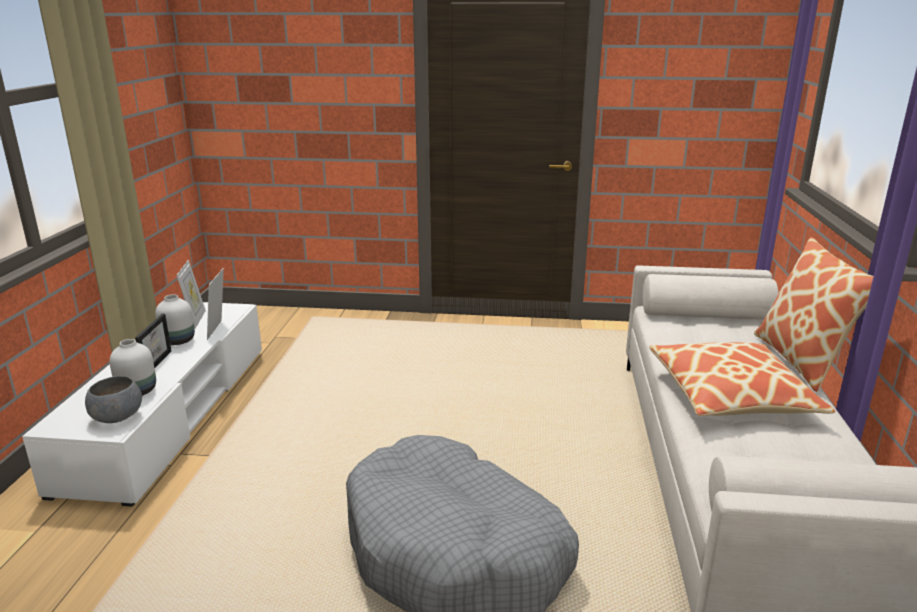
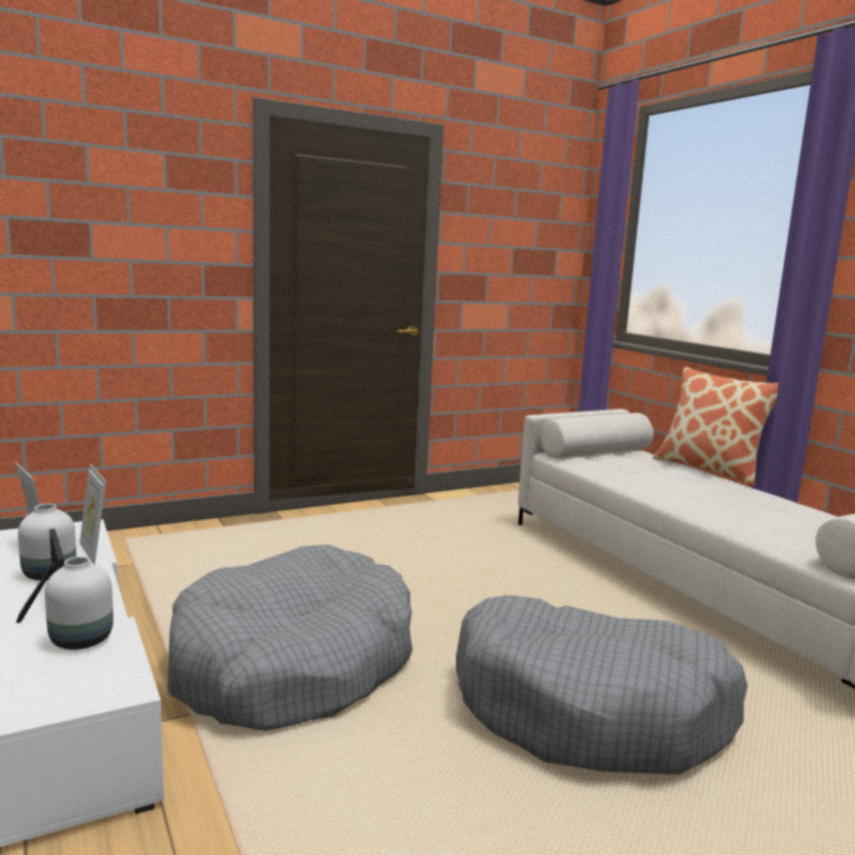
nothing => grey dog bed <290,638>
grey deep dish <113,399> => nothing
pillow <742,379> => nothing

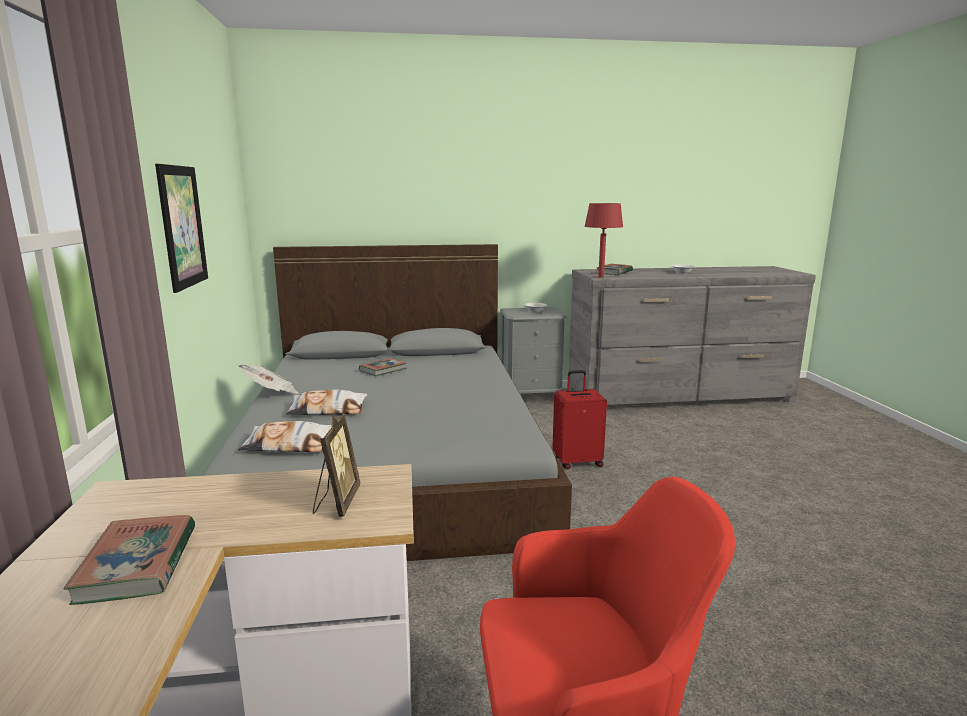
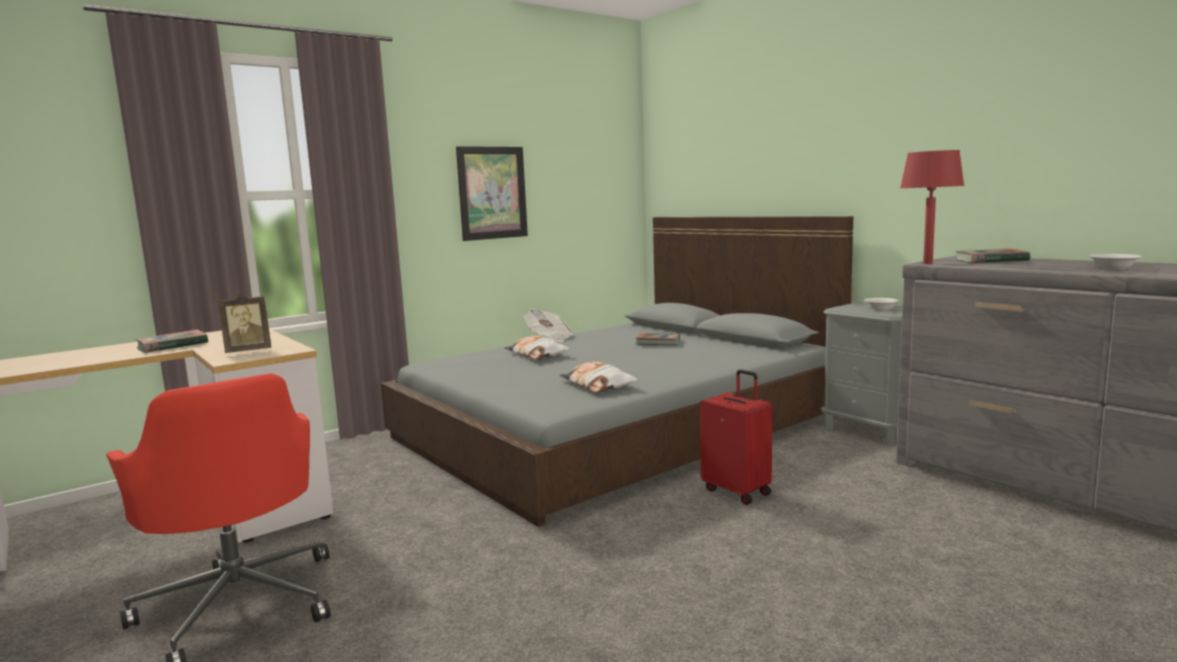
pillow <285,436> => pillow <598,377>, move

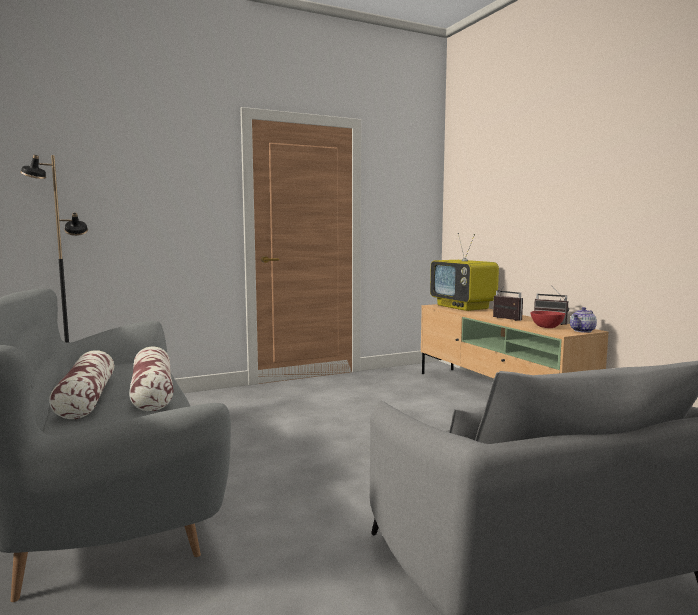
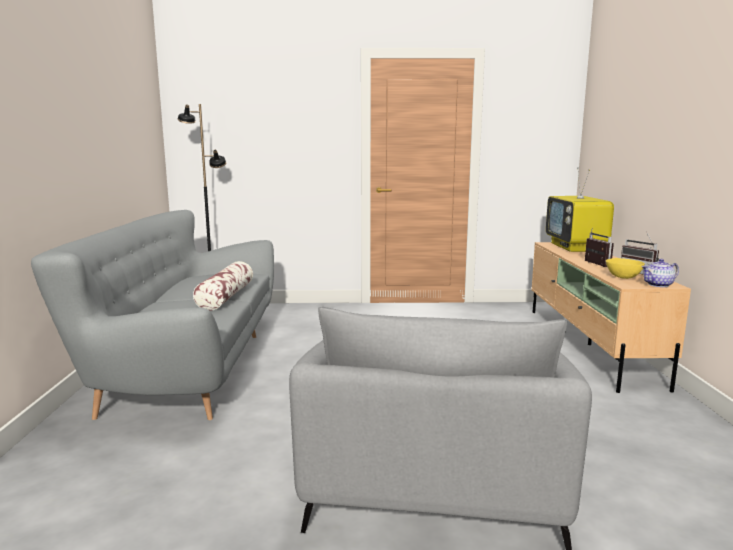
red-coloured deep dish <547,319> => yellowish deep dish <625,268>
pillow <81,384> => nothing

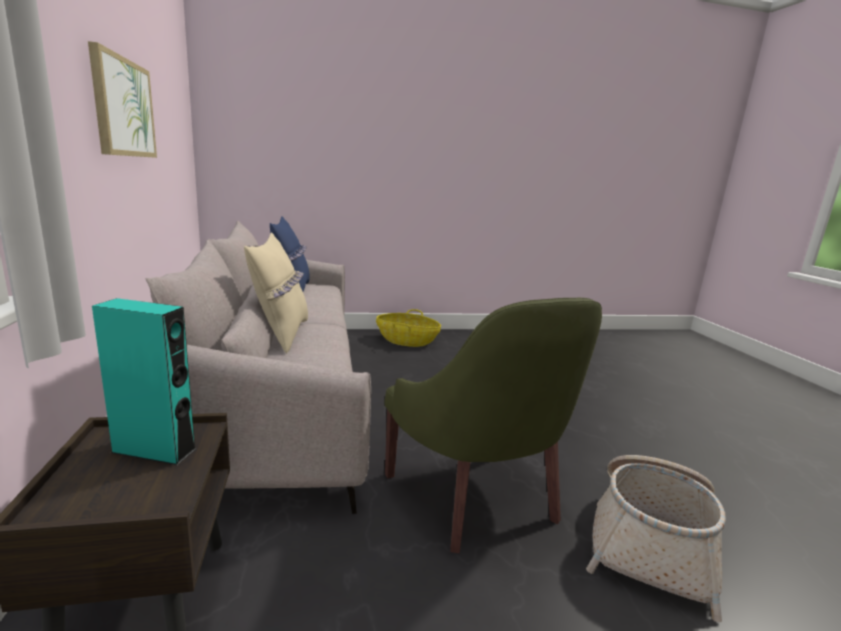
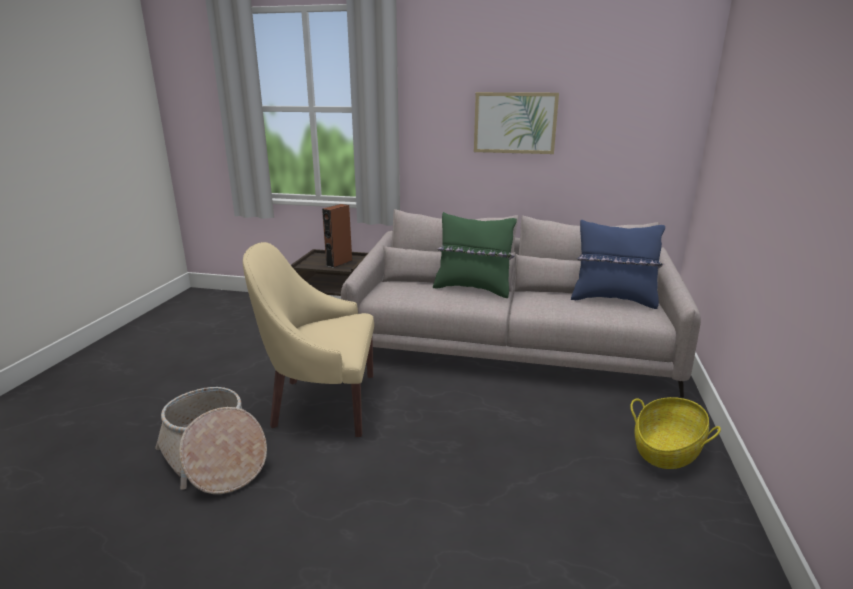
greenish lounge chair <493,425> => beige lounge chair <308,339>
turquoise speaker <144,381> => brown speaker <337,236>
beige pillow <276,293> => greenish pillow <475,255>

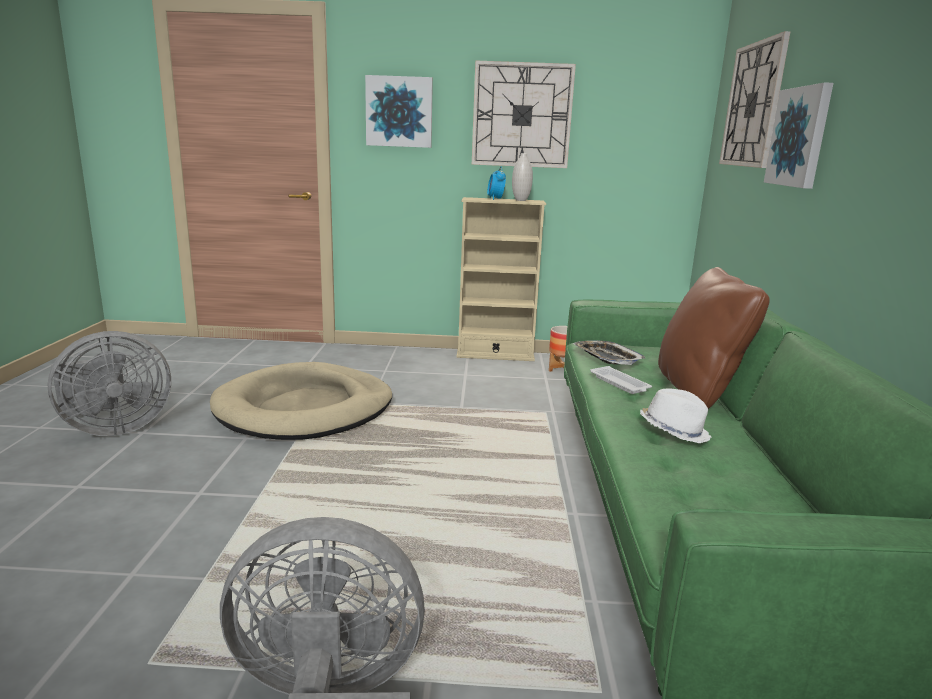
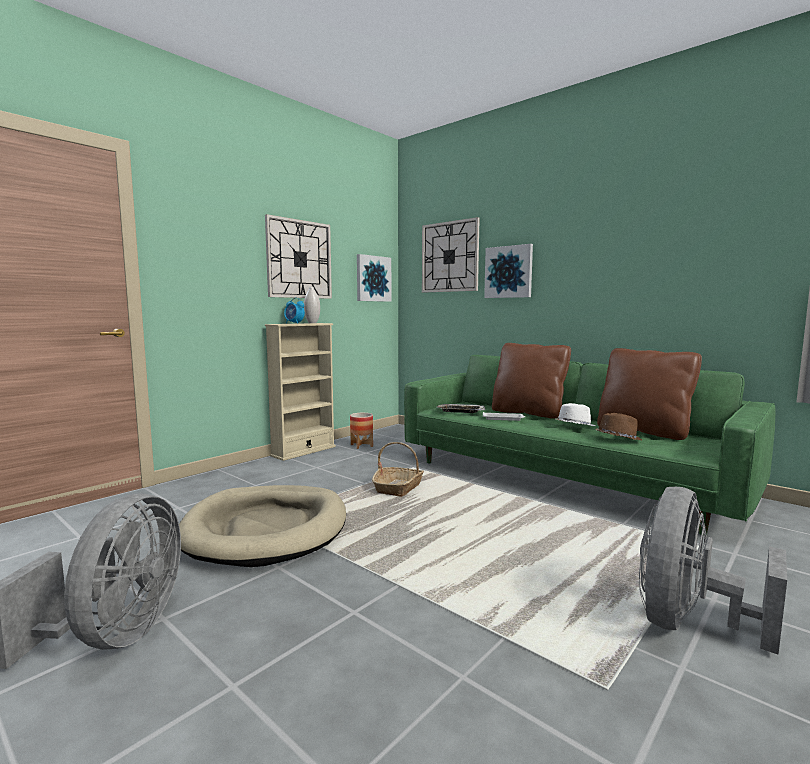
wall picture <399,111> => wall picture <374,278>, move
nothing => storage basket <398,469>
nothing => brown wearable hat <618,426>
nothing => brown pillow <649,394>

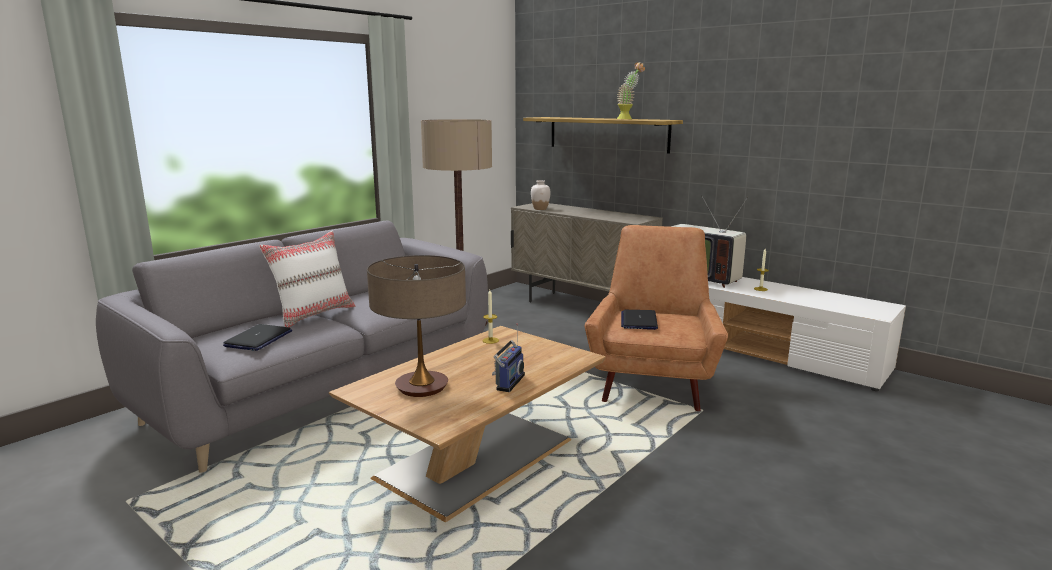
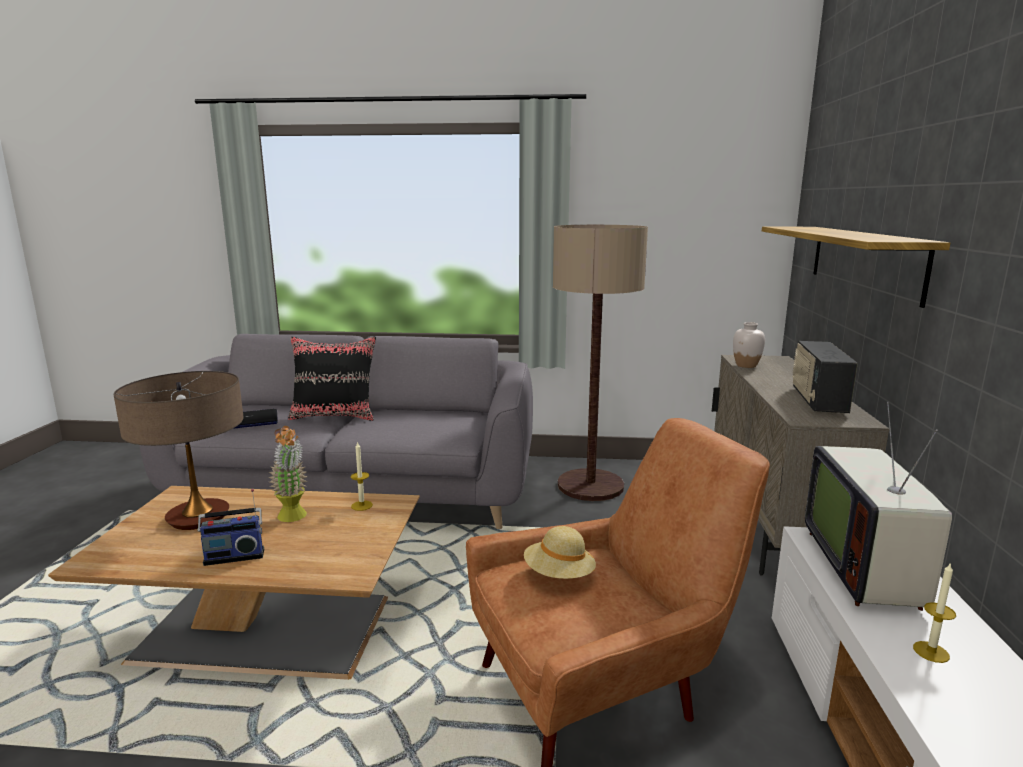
houseplant <631,90> => houseplant <288,474>, move
whitish pillow <307,279> => blackish pillow <332,379>
notebook computer <639,320> => beige wearable hat <560,552>
nothing => radio set <824,377>

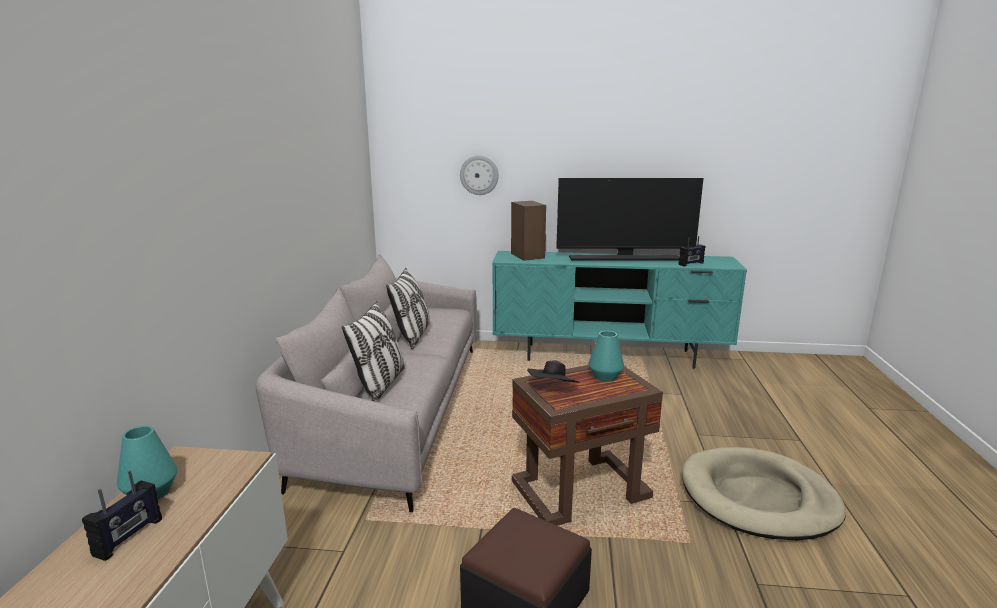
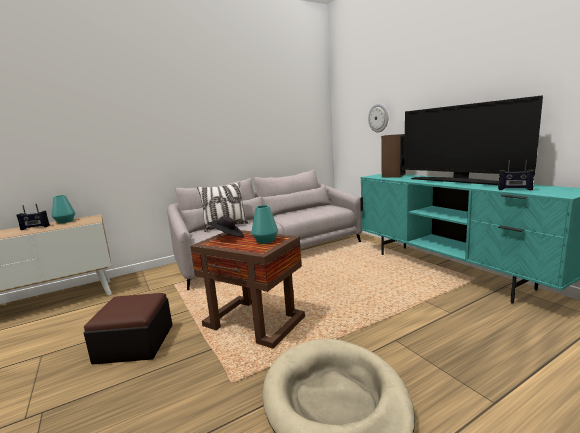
pillow <408,308> => nothing

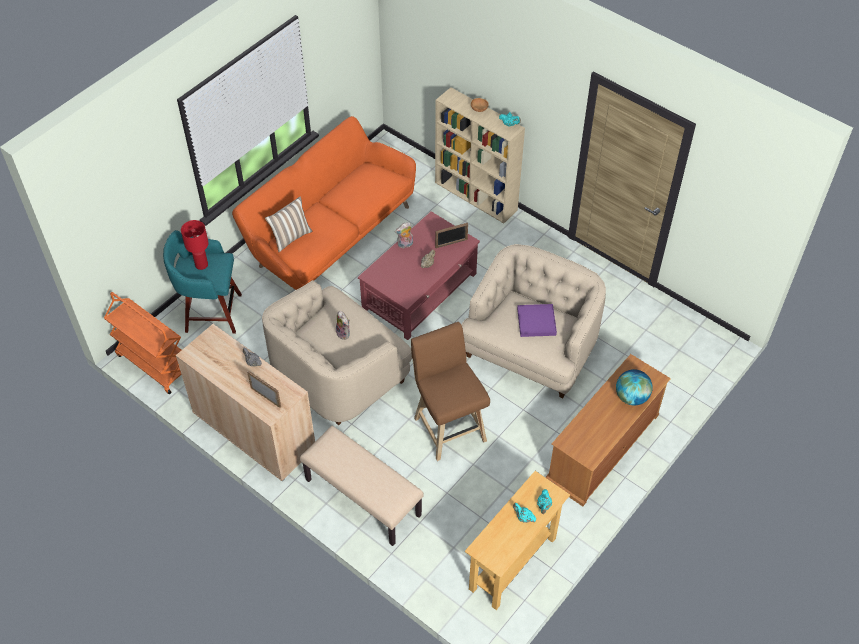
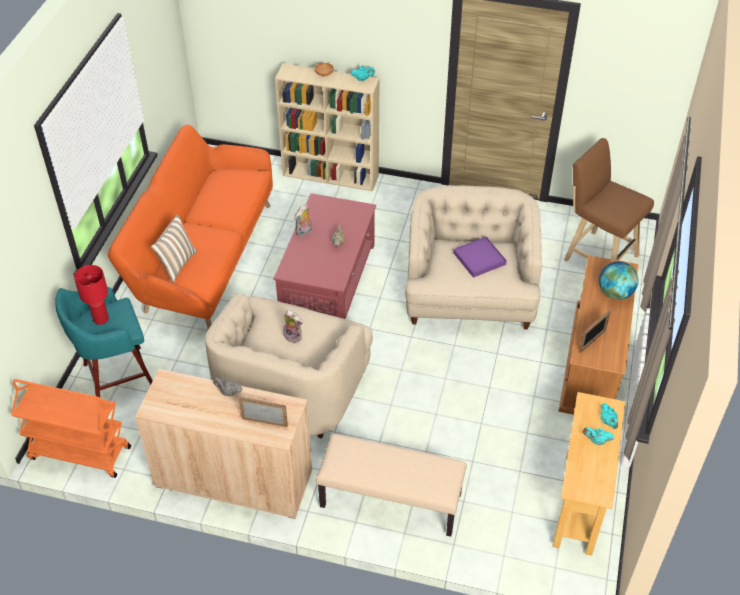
brown stool <450,391> => brown stool <609,200>, move
standing frame <451,235> => standing frame <595,331>, move

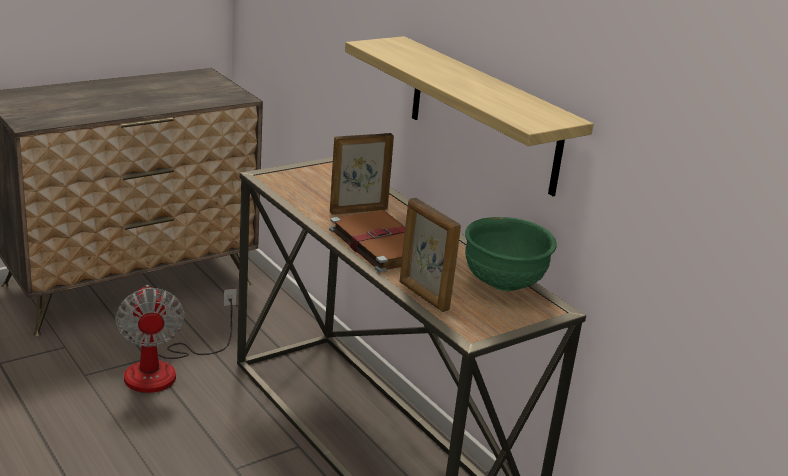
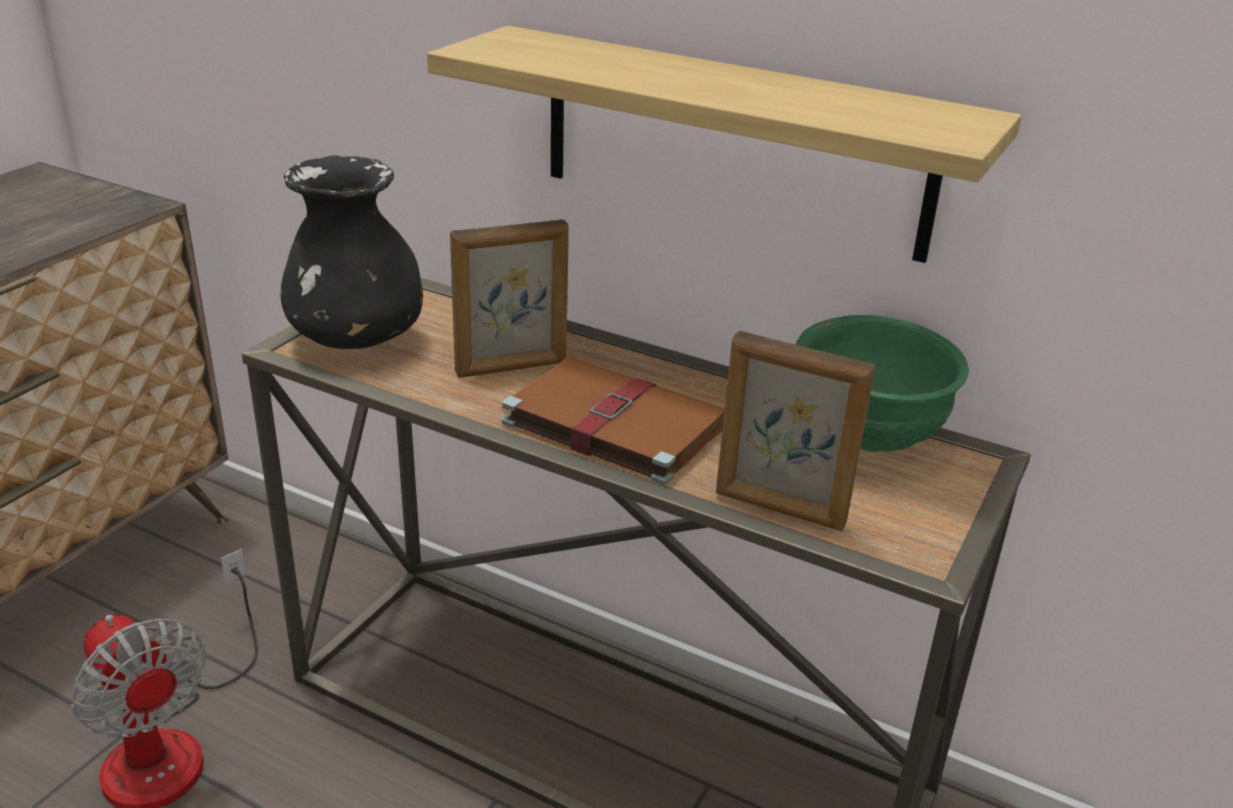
nothing => blackish flower vase <351,252>
standing frame <362,174> => standing frame <509,299>, 150 degrees counterclockwise

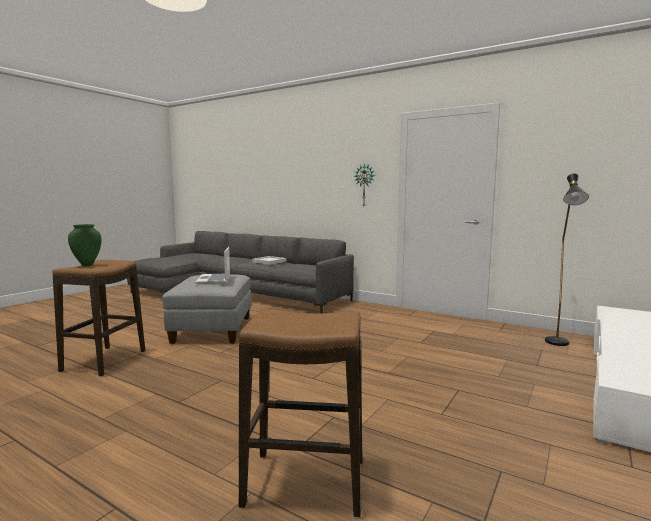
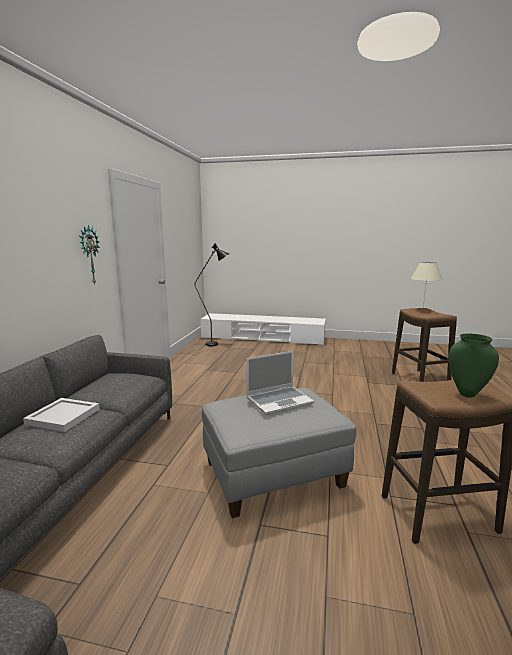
nothing => beige tabletop lamp <426,284>

